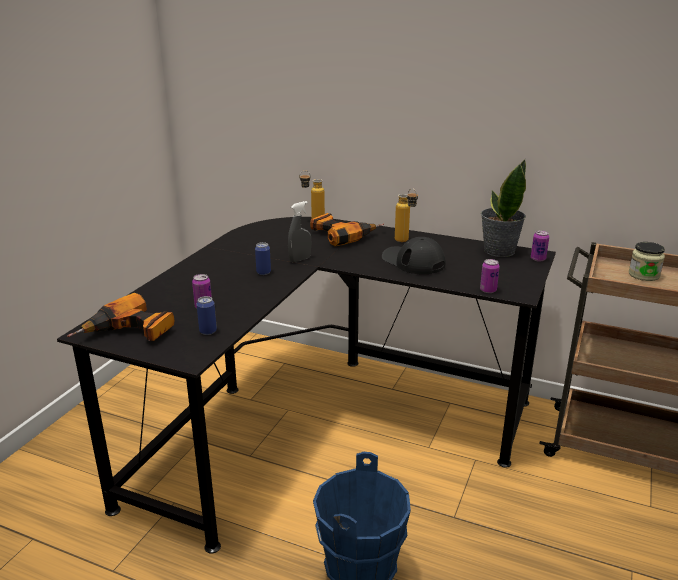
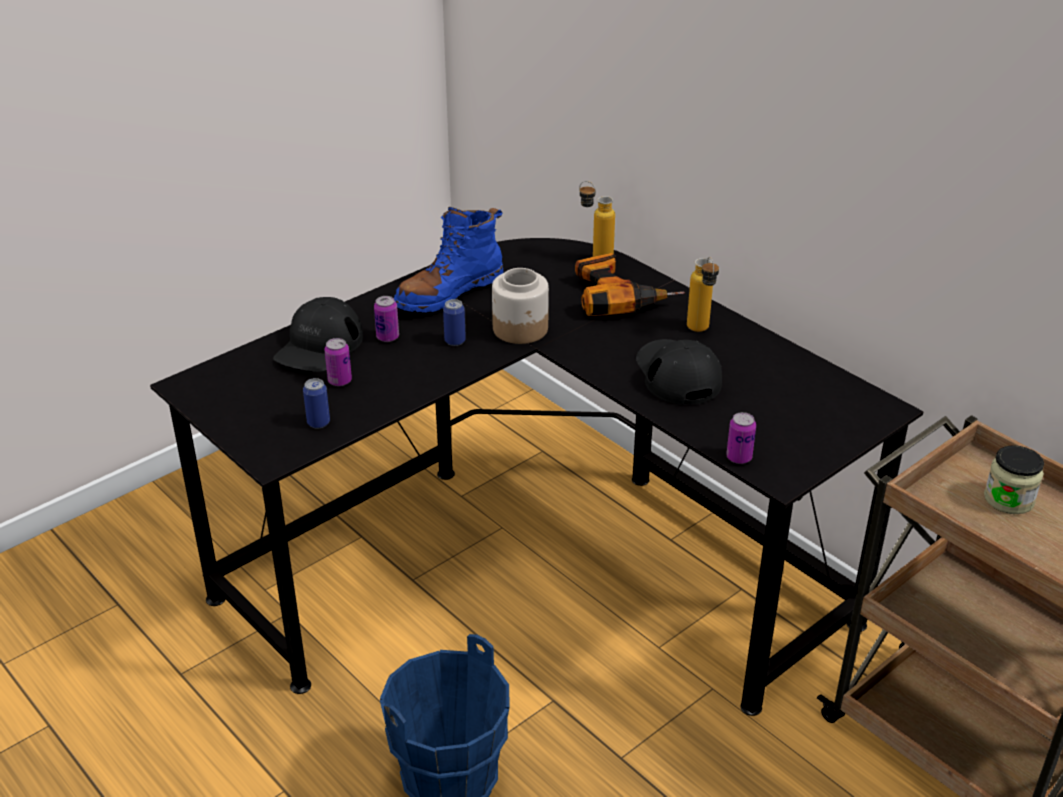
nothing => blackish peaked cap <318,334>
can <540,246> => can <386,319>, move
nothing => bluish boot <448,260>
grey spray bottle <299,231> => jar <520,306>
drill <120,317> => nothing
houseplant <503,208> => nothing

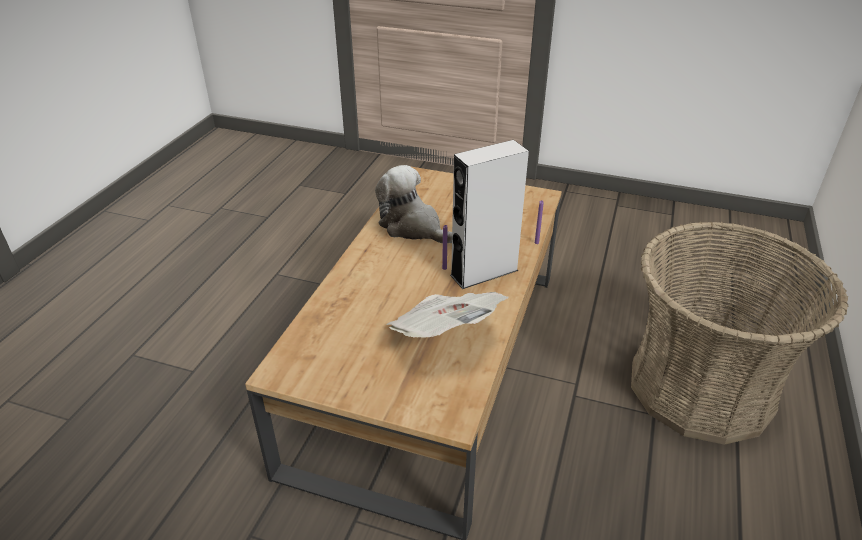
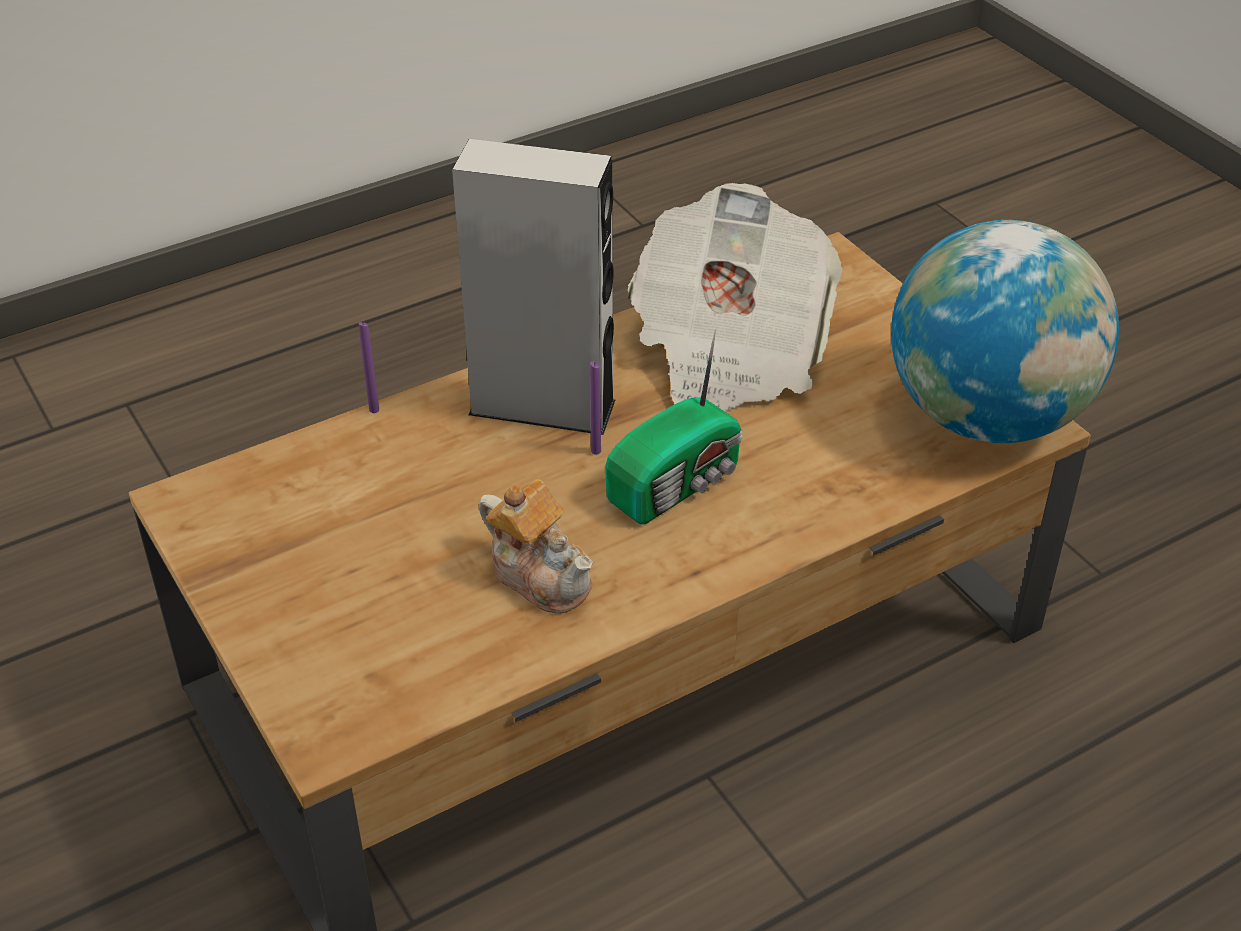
plush toy <413,204> => pot for tea <536,546>
nothing => radio set <674,426>
nothing => desk globe <1005,331>
storage basket <740,333> => nothing

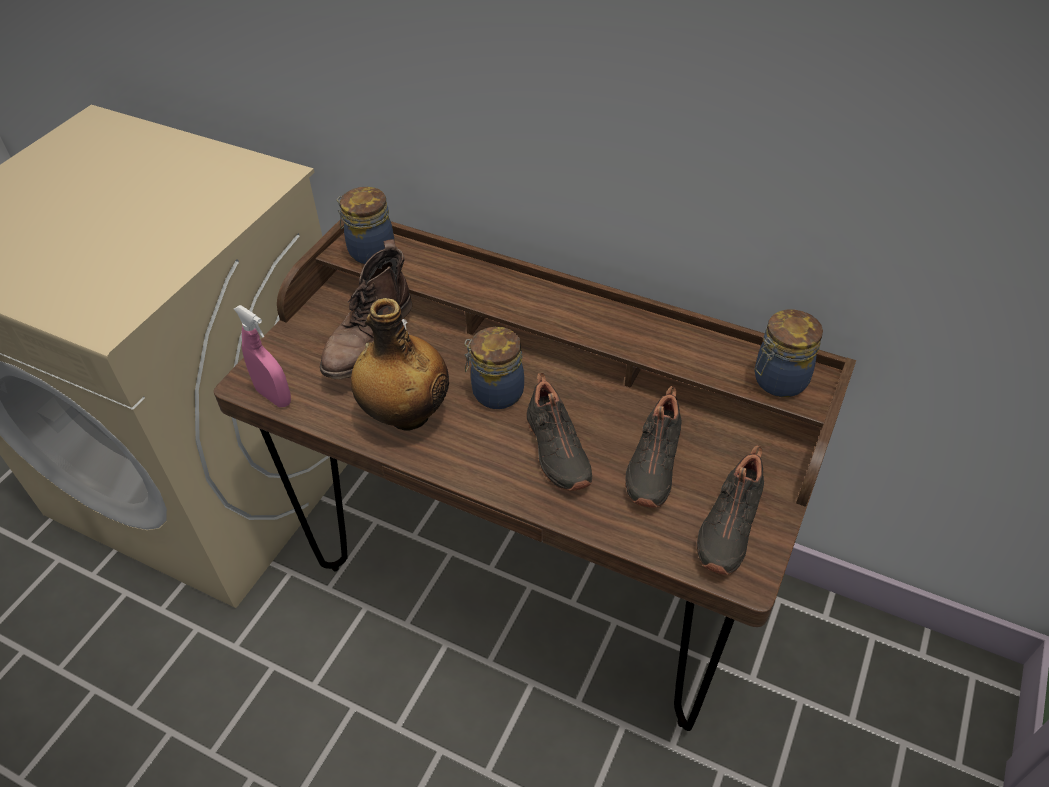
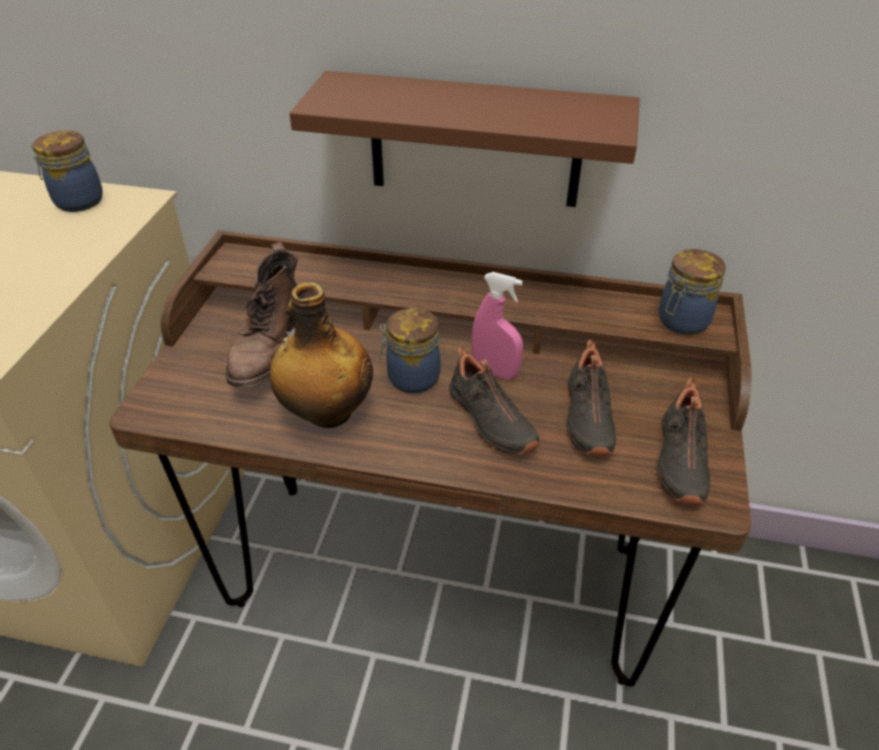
jar <366,225> => jar <66,171>, move
nothing => brown bracket shelf <465,139>
pink spray bottle <262,356> => pink spray bottle <497,326>, move

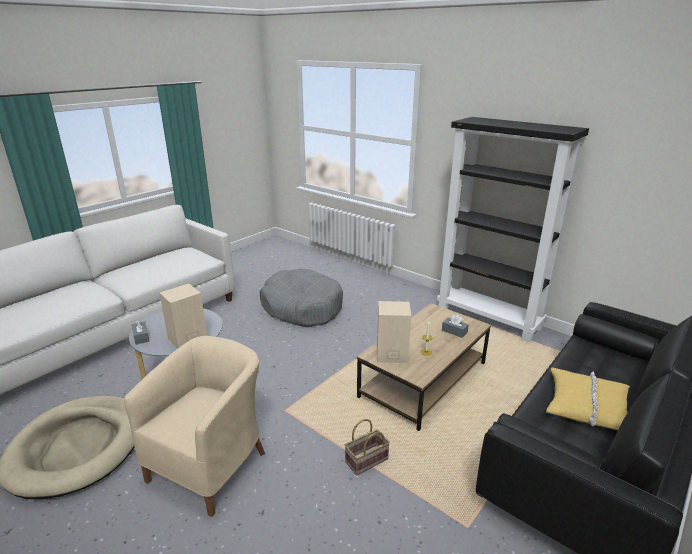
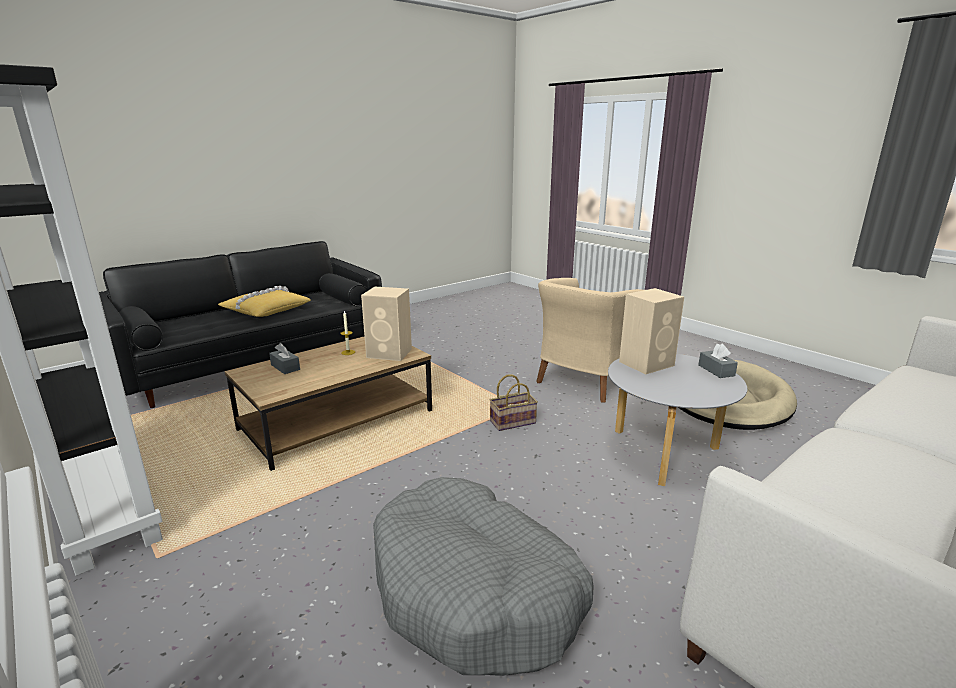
storage basket <367,447> => storage basket <514,402>, move

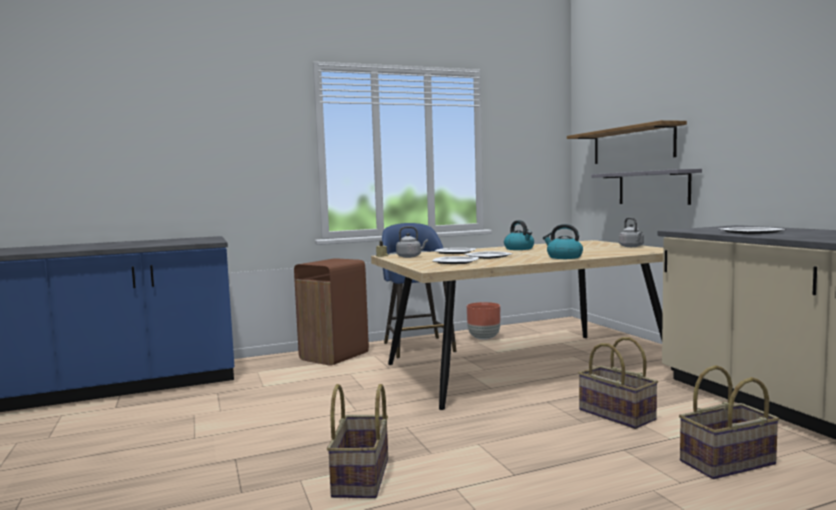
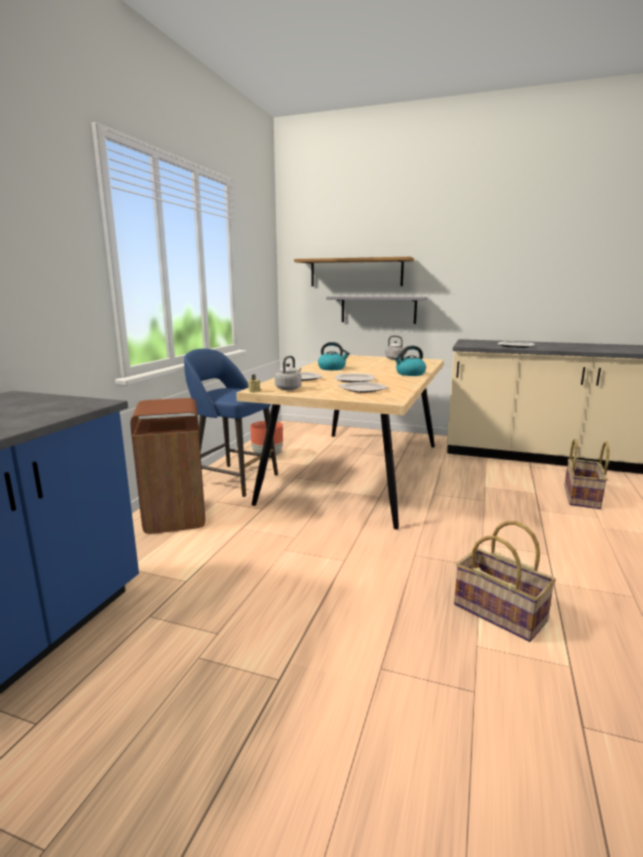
storage basket <618,383> => nothing

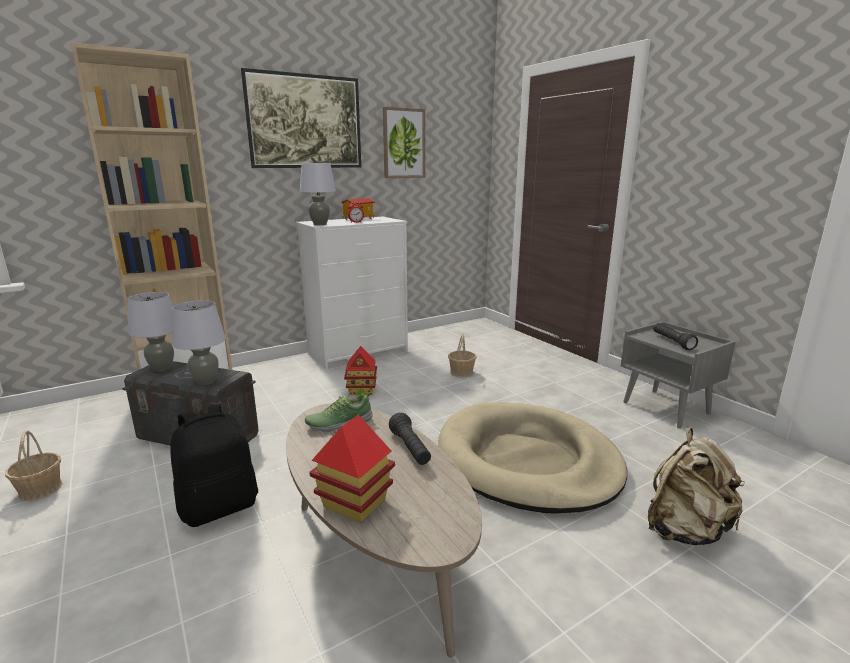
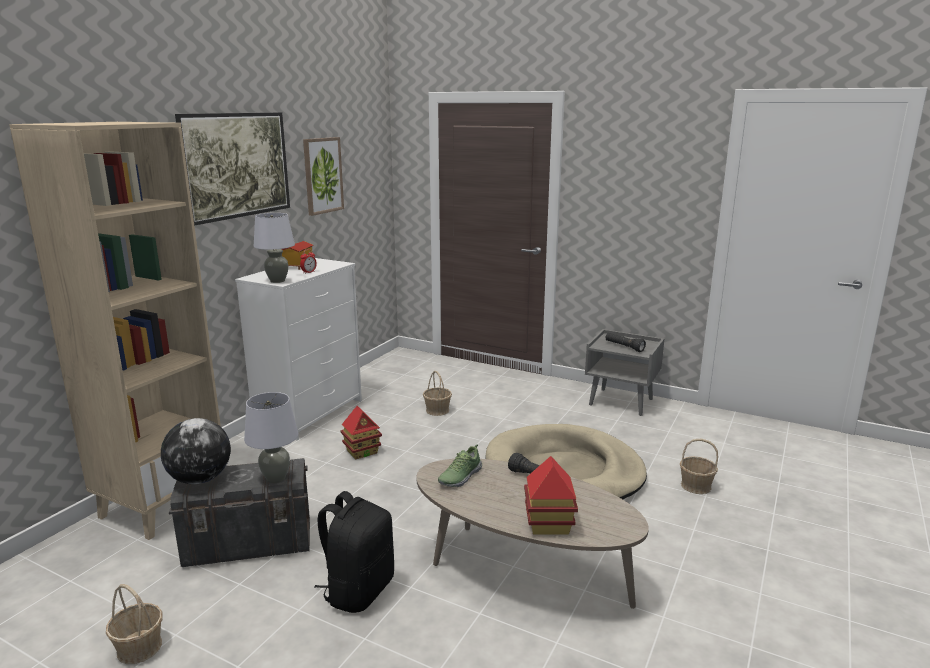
grey tabletop lamp <150,332> => desk globe <196,451>
beige backpack <696,486> => storage basket <699,466>

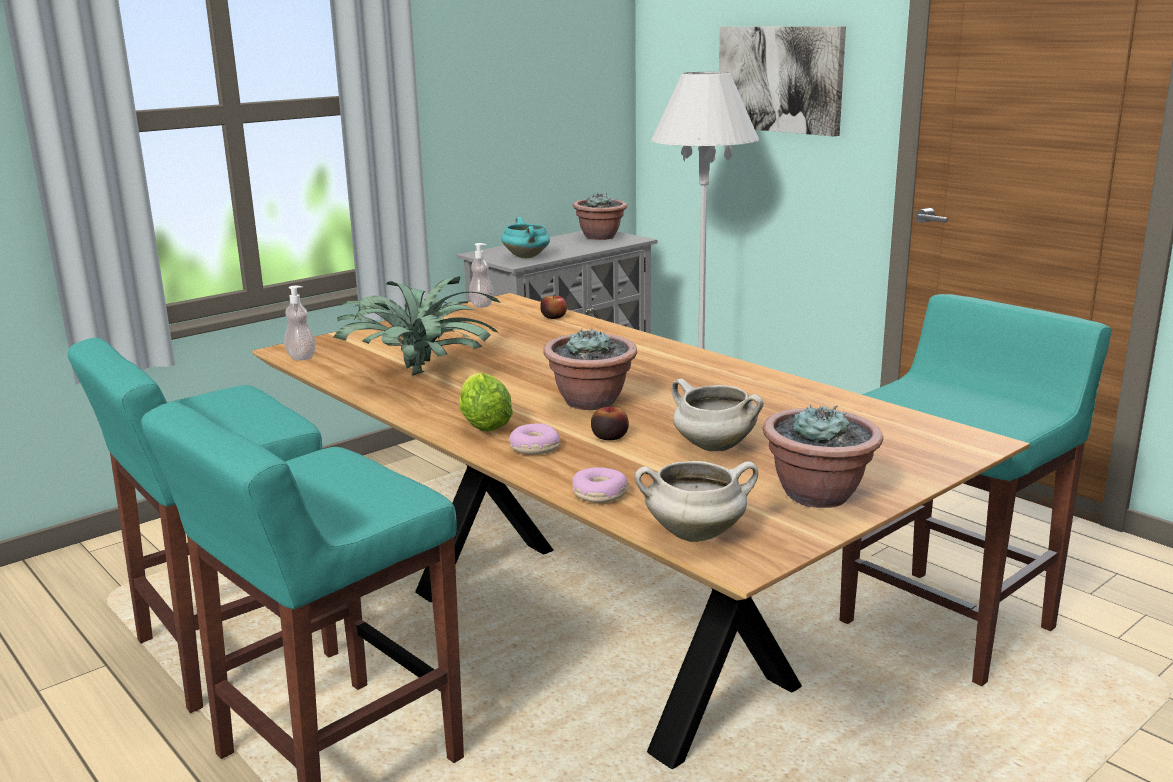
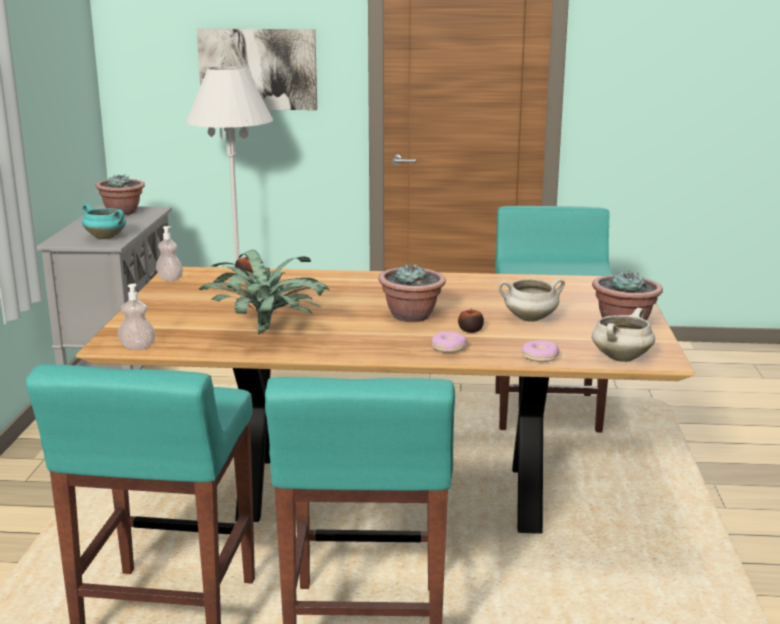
lettuce <486,401> => nothing

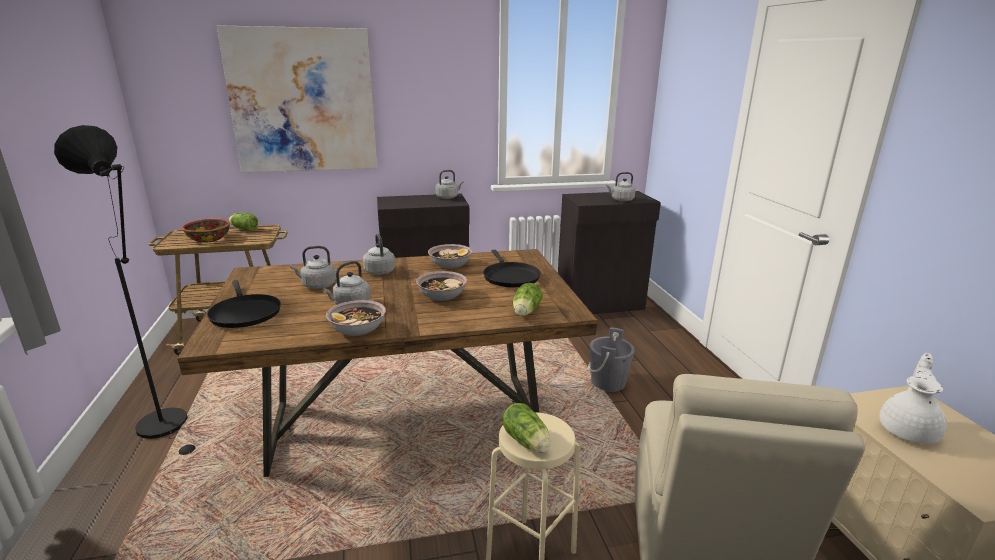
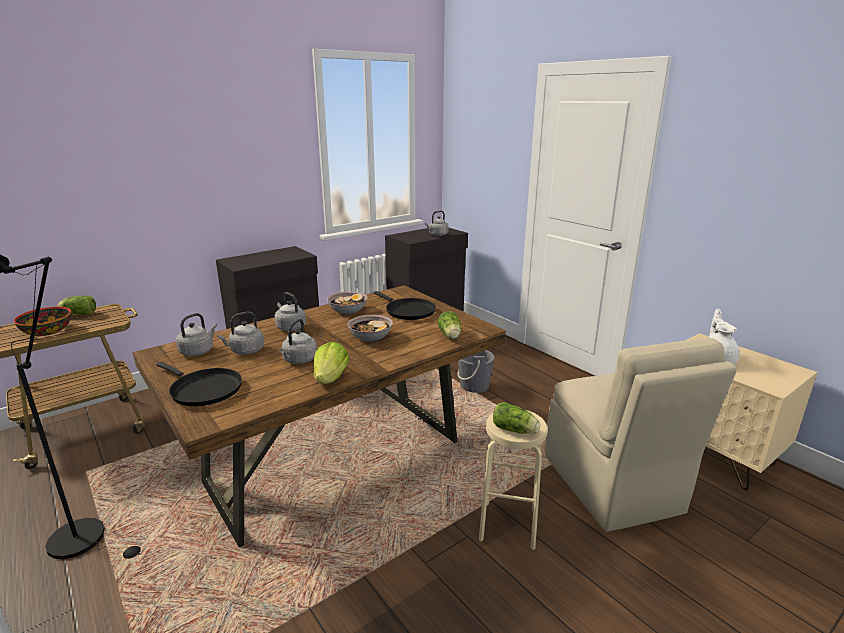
grey water kettle <449,184> => grey water kettle <196,334>, move
deep dish <356,318> => lettuce <331,363>
wall picture <297,98> => nothing

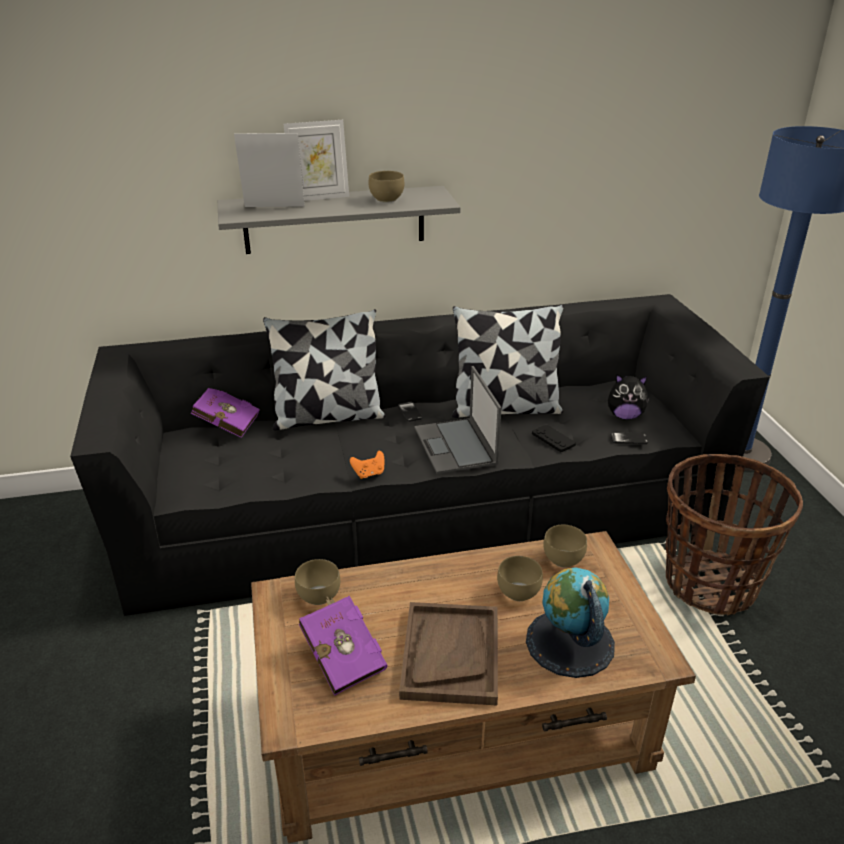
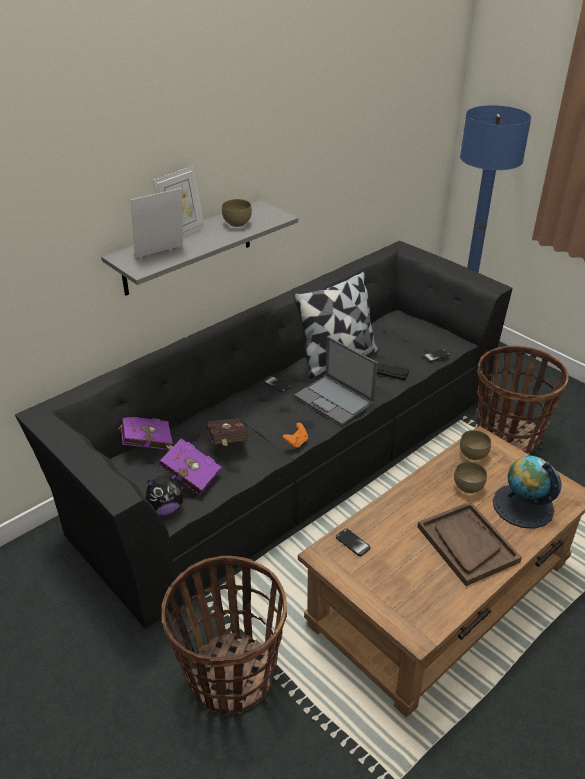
plush toy <629,397> => plush toy <165,494>, move
purplish volume <343,646> => purplish volume <190,466>, move
nothing => storage basket <224,635>
nothing => red-coloured volume <227,432>
brown deep dish <317,582> => handset <353,542>
pillow <324,369> => nothing

